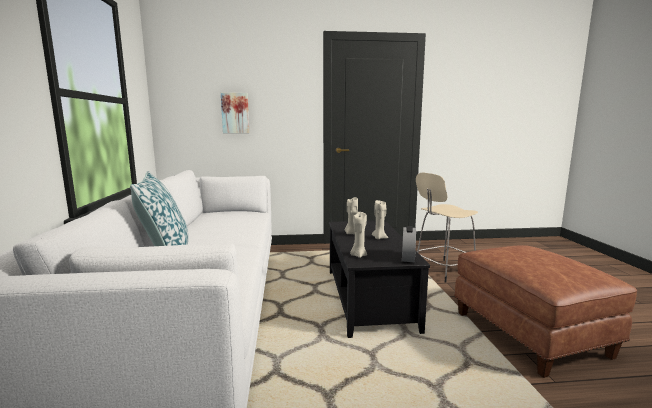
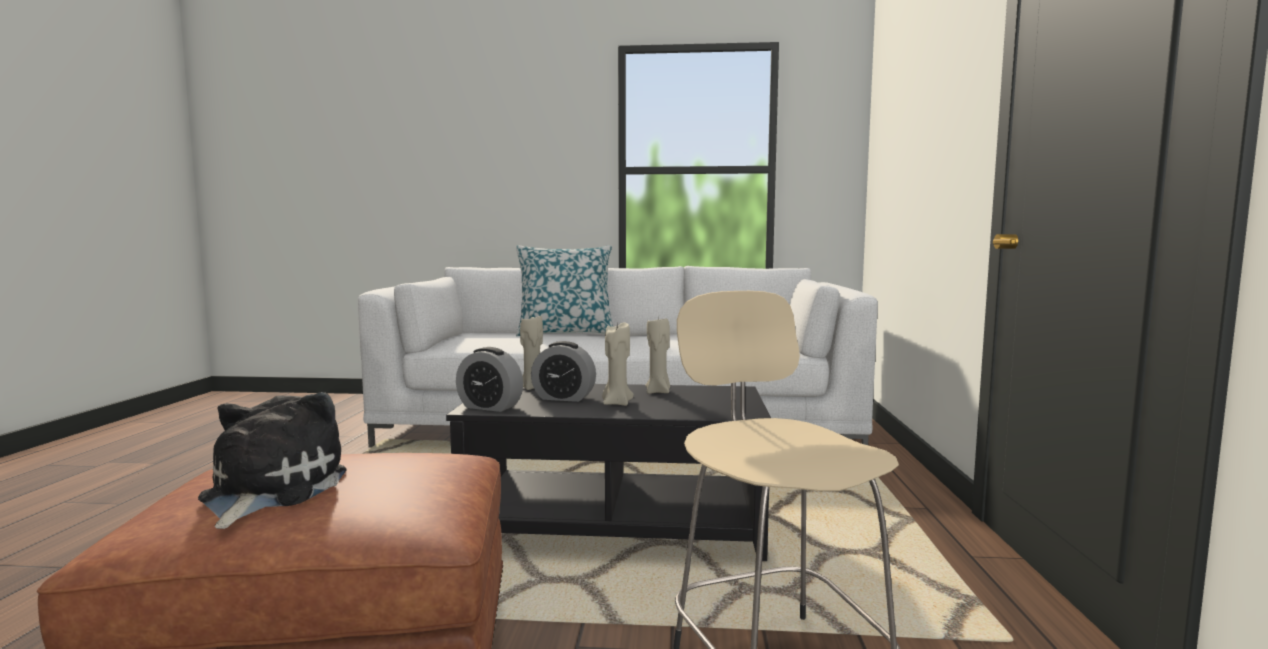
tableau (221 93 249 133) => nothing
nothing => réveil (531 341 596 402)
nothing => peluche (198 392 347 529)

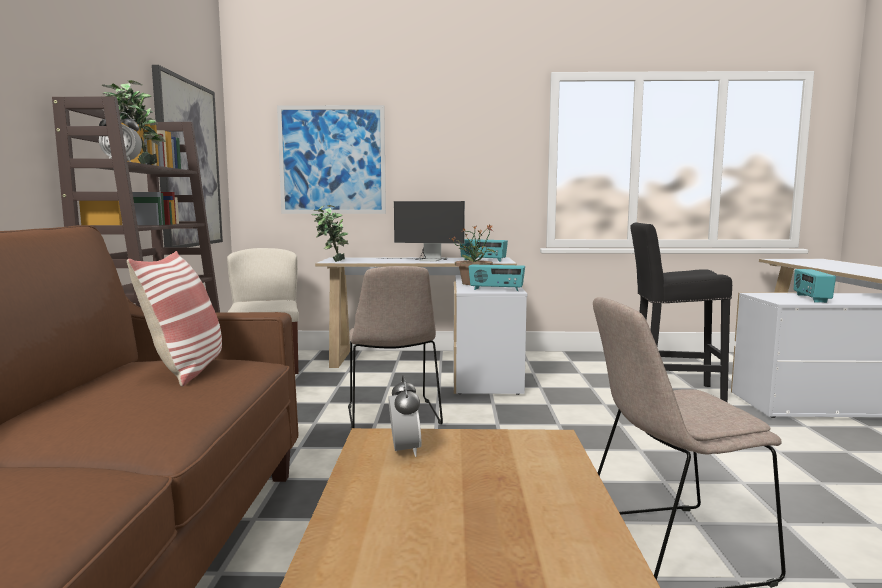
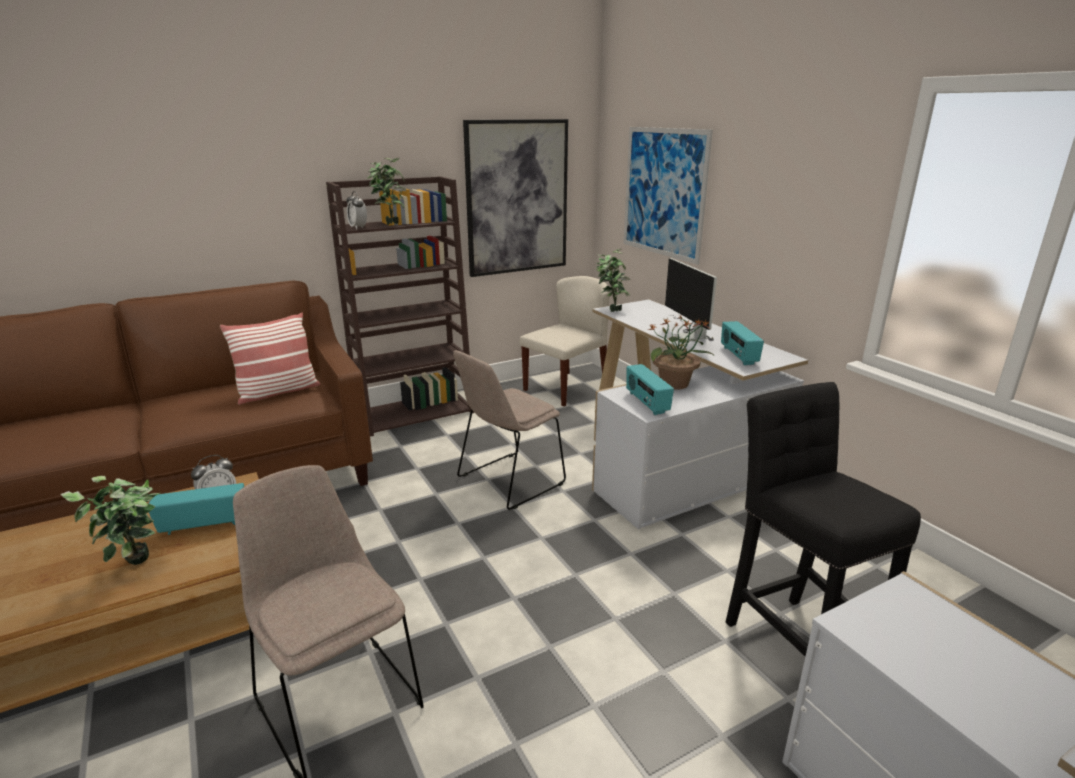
radio (794 269 836 303) => radio (149 483 244 535), move
nothing => plante en pot (60 476 160 565)

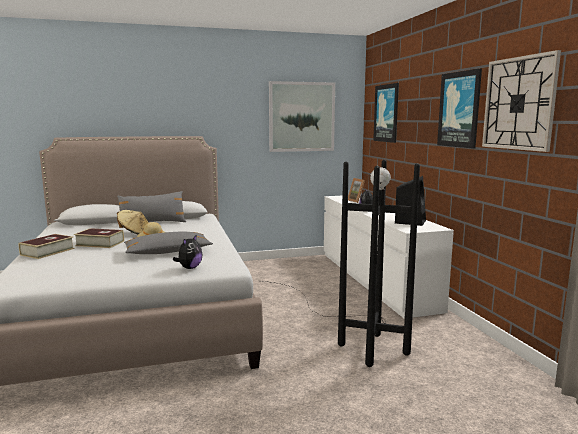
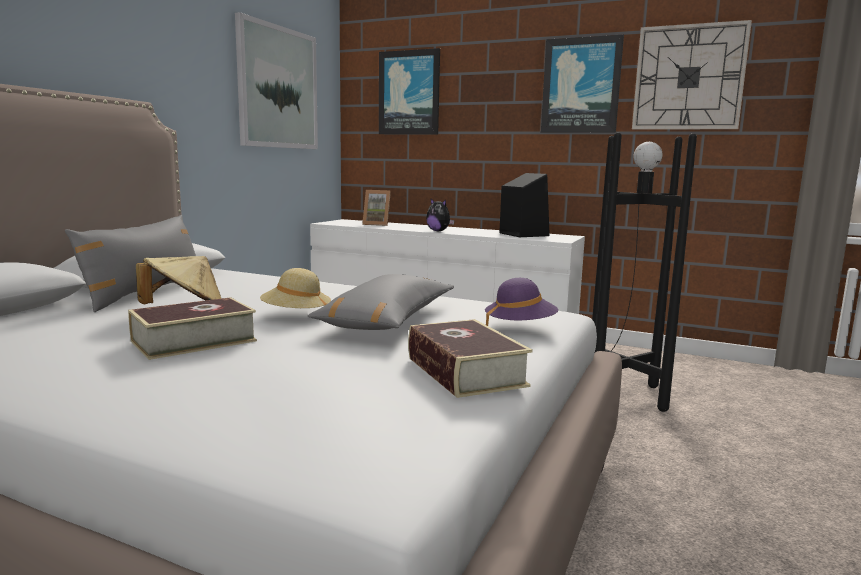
livre (19 234 75 259) => livre (408 319 533 398), move
peluche (173 234 203 269) => chapeau/violet (485 278 558 326)

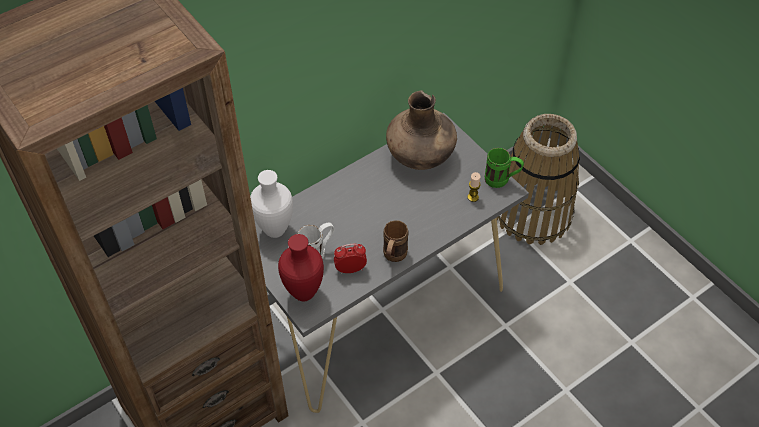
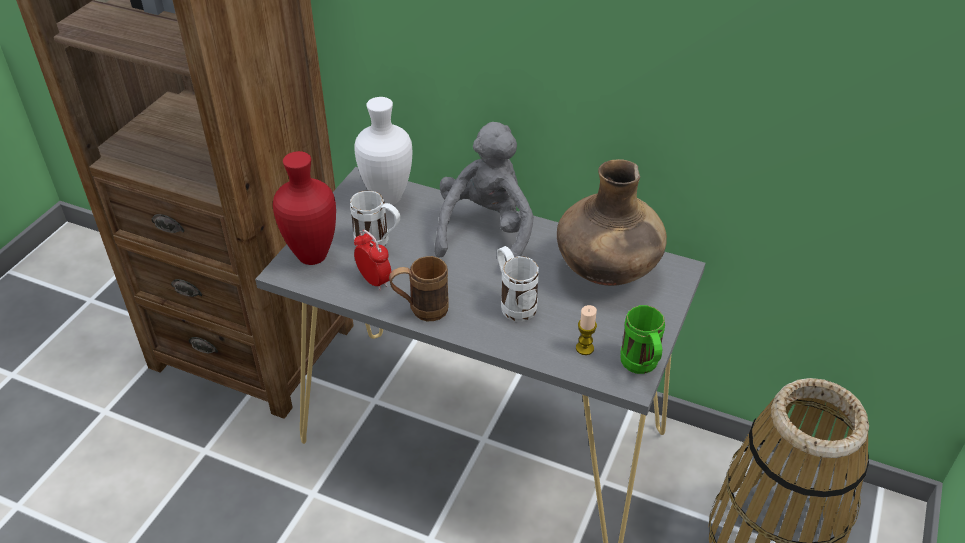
nothing => peluche/gris (434 122 534 261)
nothing => mug/blanc (497 246 539 322)

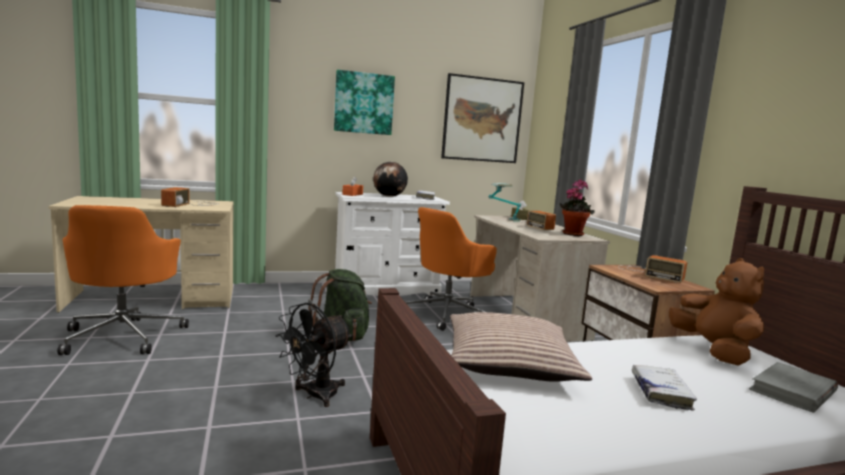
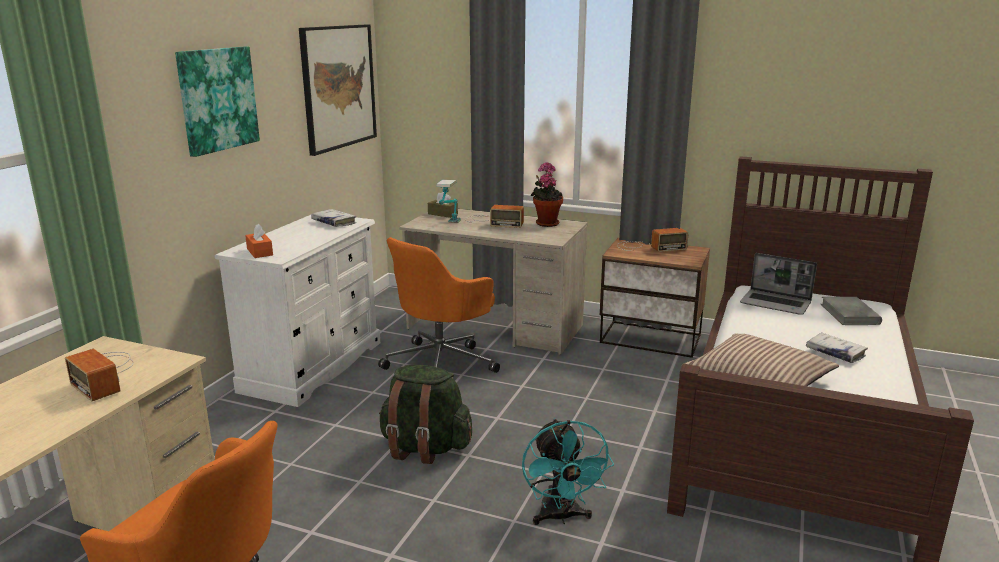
globe (373 162 408 197) => nothing
chaise de bureau/orange (406 207 497 331) => chaise de bureau/orange (378 237 500 373), 45 degrees clockwise
peluche/marron (669 258 764 366) => ordinateur portable (740 253 817 315)
ventilateur/noir (275 303 352 407) => ventilateur/turquoise (522 418 614 525)

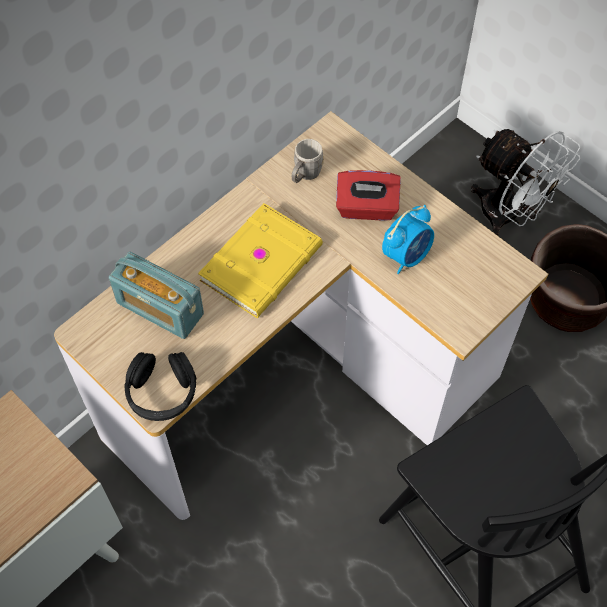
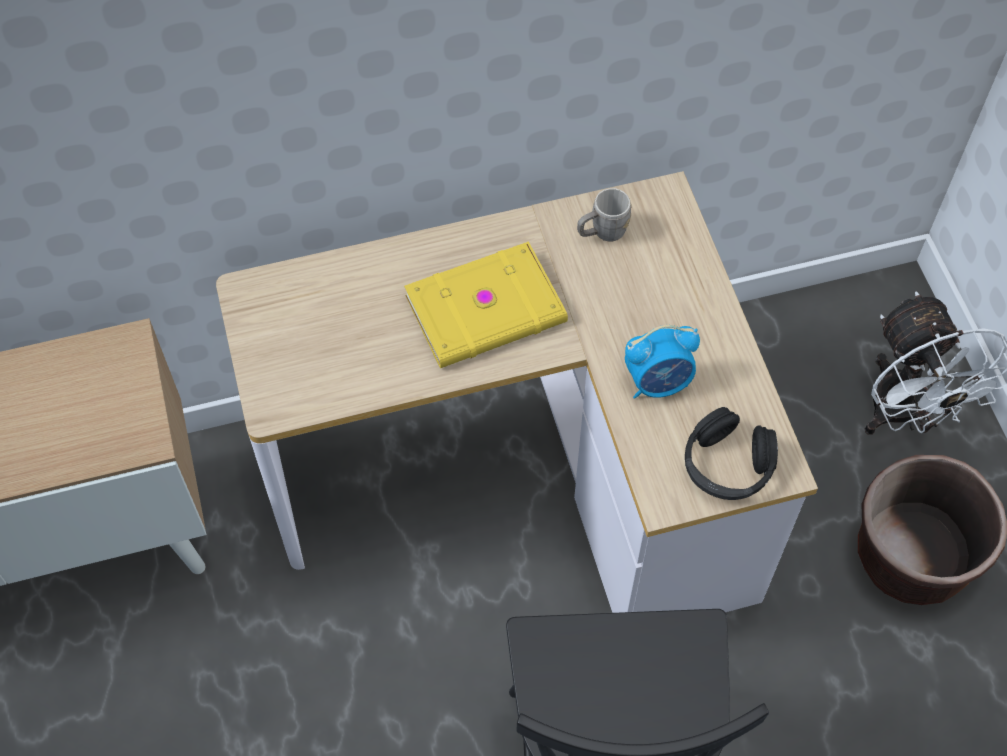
boîte à mouchoirs/rouge (336 170 401 221) => nothing
radio (109 252 204 339) => nothing
casque audio/noir (125 352 197 421) => casque audio/noir (685 407 778 500), move

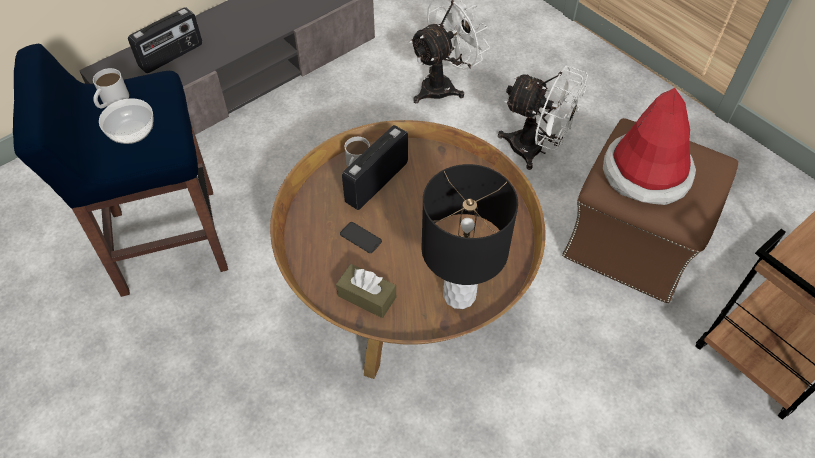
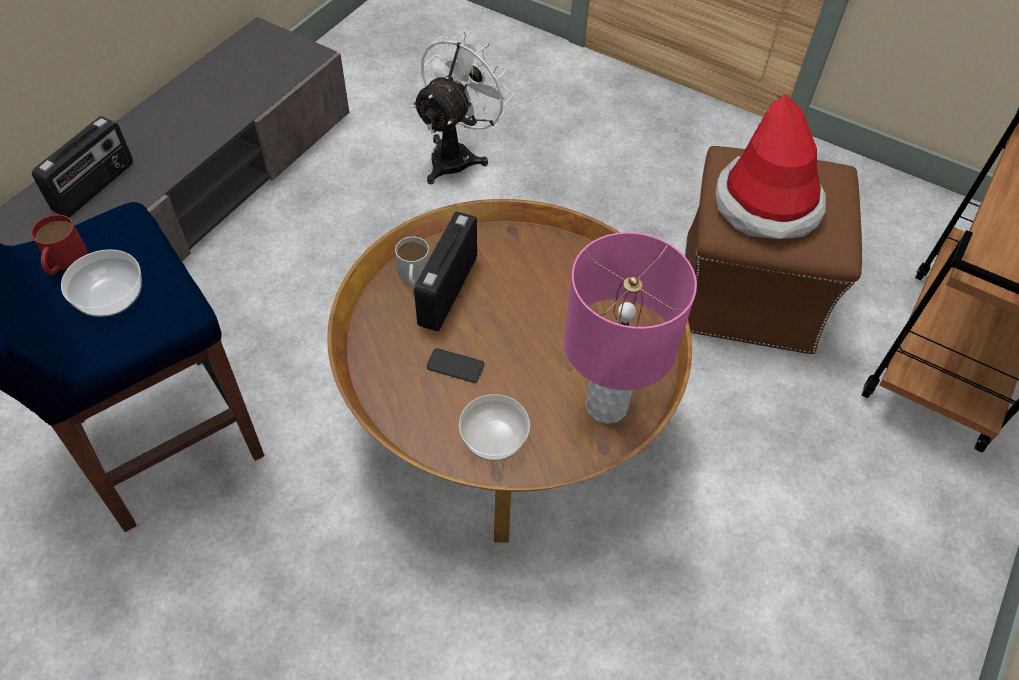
ventilateur/blanc (498 65 588 170) => nothing
mug/blanc (93 68 129 108) => mug/rouge (31 215 87 275)
lampe de table/noir (421 164 518 309) => lampe de table/rose (564 232 697 424)
boîte à mouchoirs/marron (336 264 396 318) => bol (459 394 530 461)

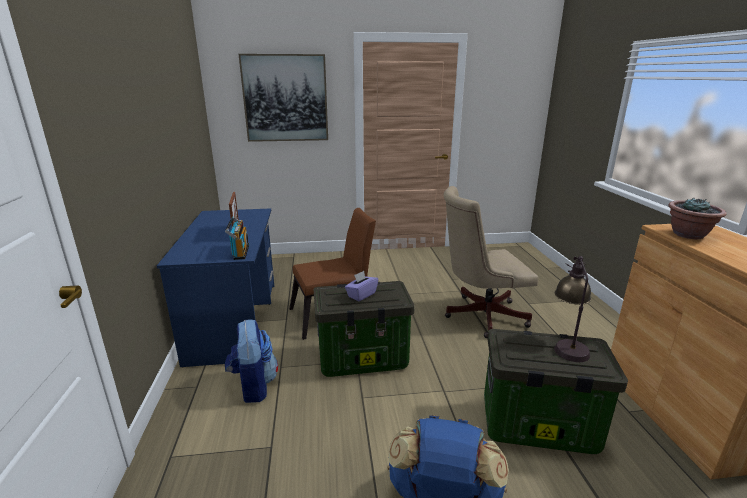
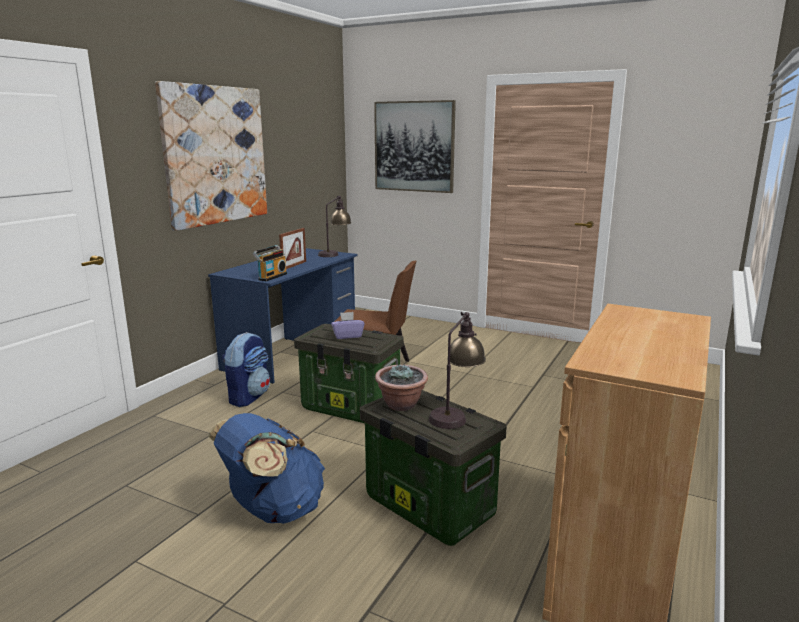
chaise de bureau/beige (444 186 538 338) => nothing
plante en pot (669 198 727 239) => plante en pot (375 364 428 411), move
nothing => tableau (155 81 267 231)
nothing => lampe de table (318 196 352 257)

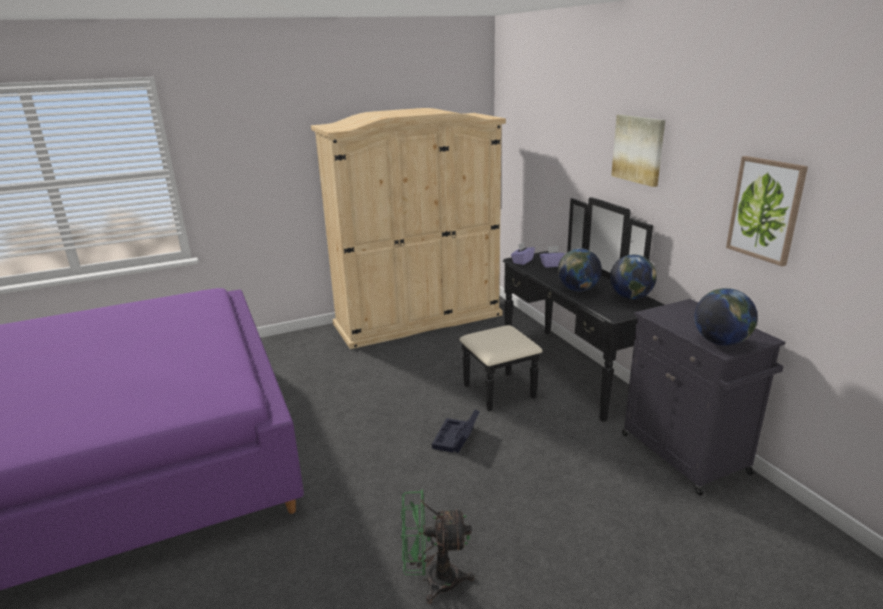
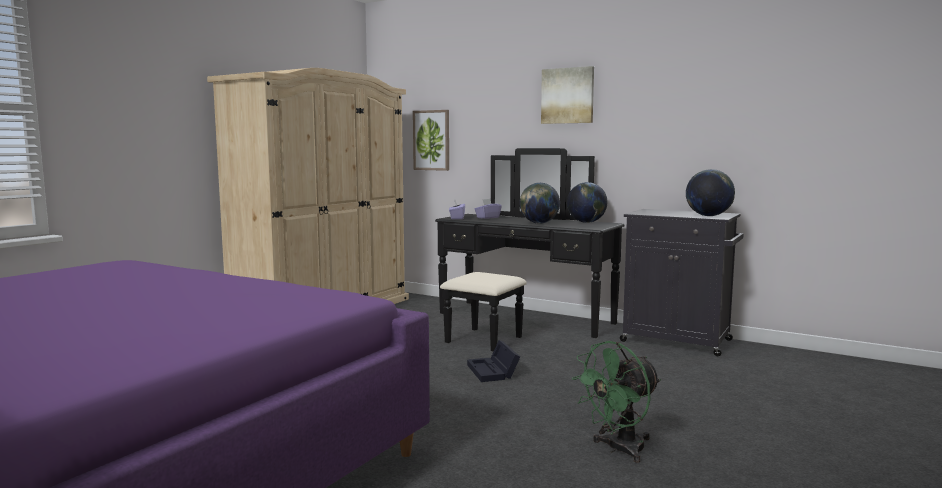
tableau (726 156 808 266) => tableau (413 110 449 171), move

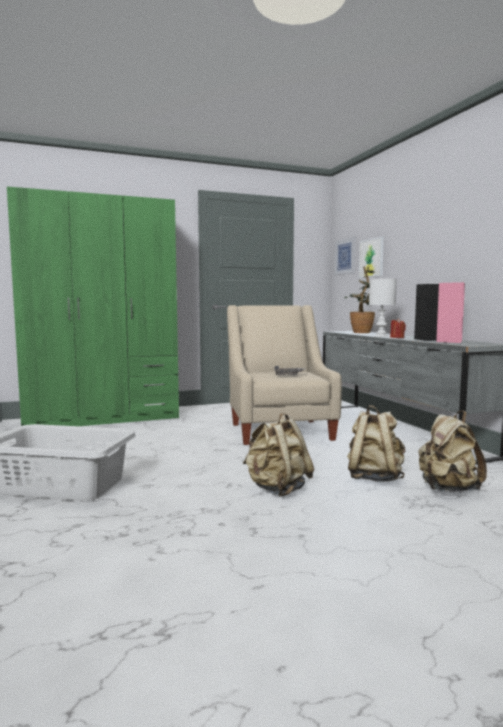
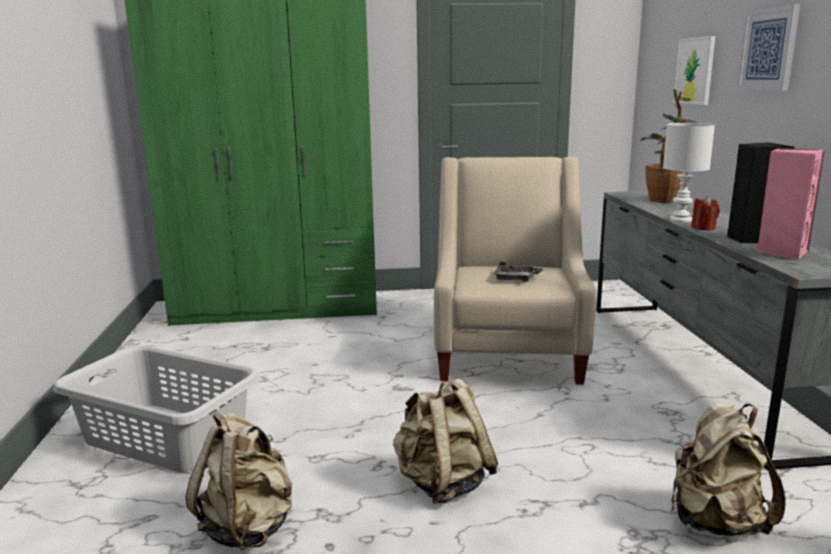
tableau (334 237 356 275) => tableau (737 4 800 91), move
sac à dos/beige (347 405 405 482) => sac à dos/beige (186 412 293 550), move

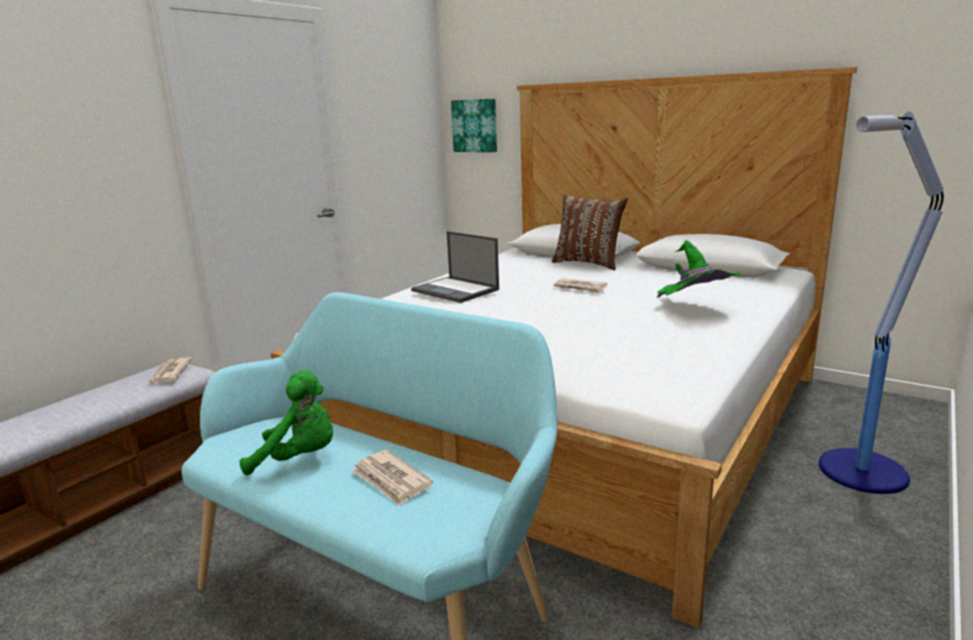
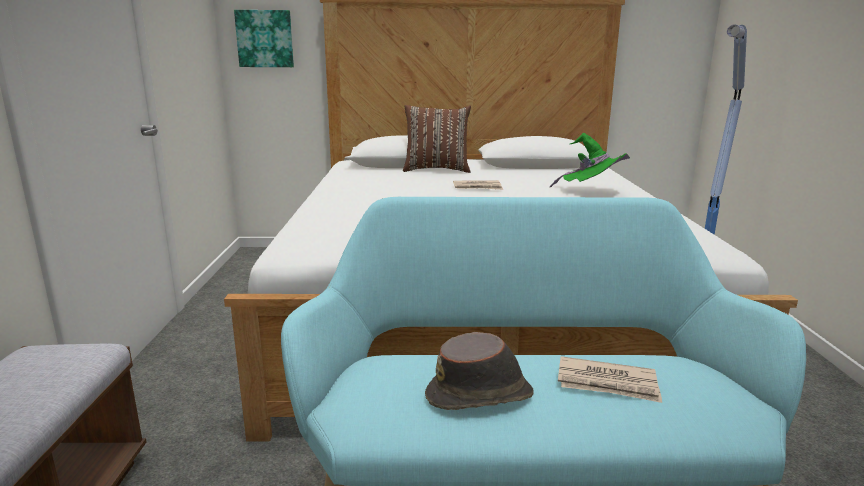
ordinateur portable (411 231 499 303) => nothing
journal (149 357 192 385) => nothing
peluche/vert (239 370 333 475) => chapeau/marron (425 332 534 410)

